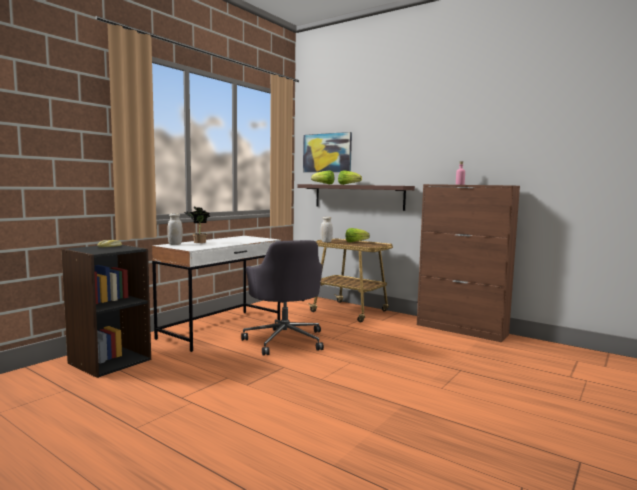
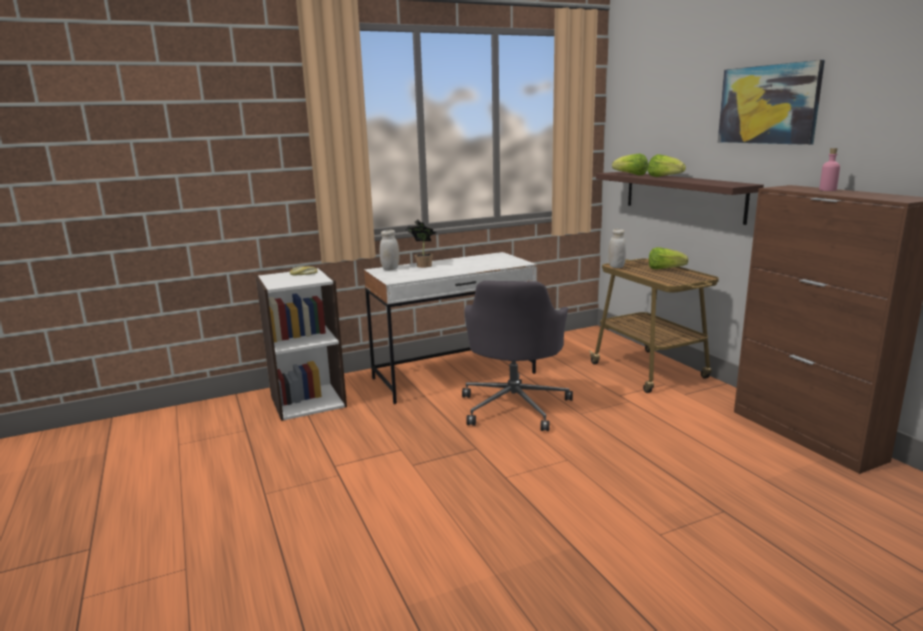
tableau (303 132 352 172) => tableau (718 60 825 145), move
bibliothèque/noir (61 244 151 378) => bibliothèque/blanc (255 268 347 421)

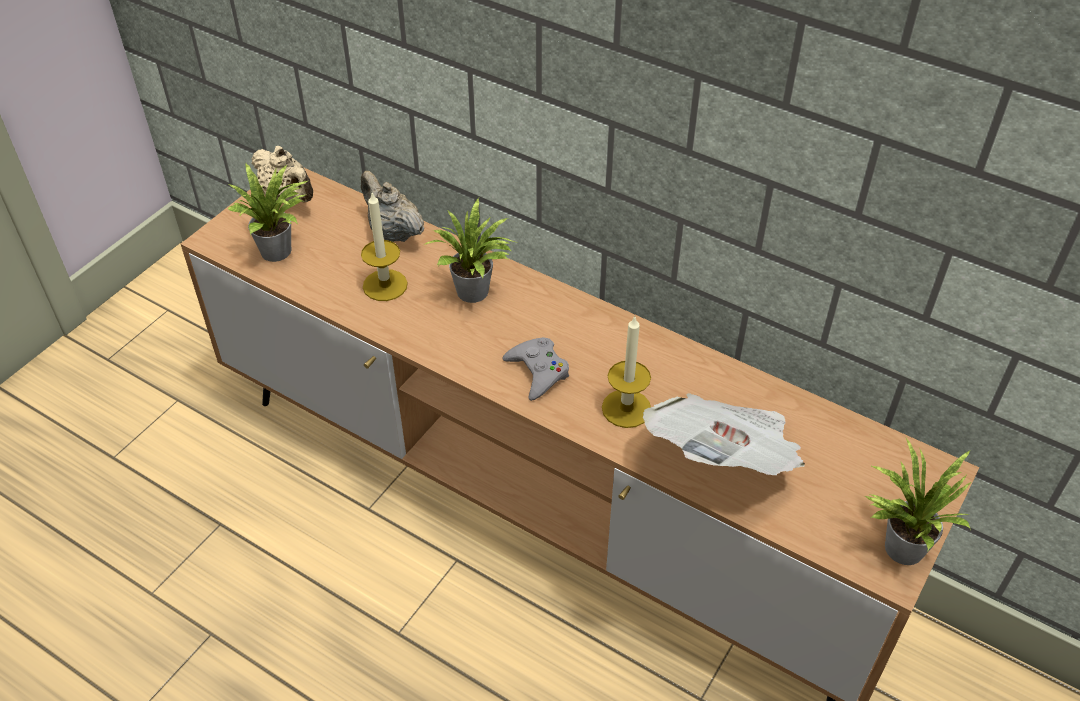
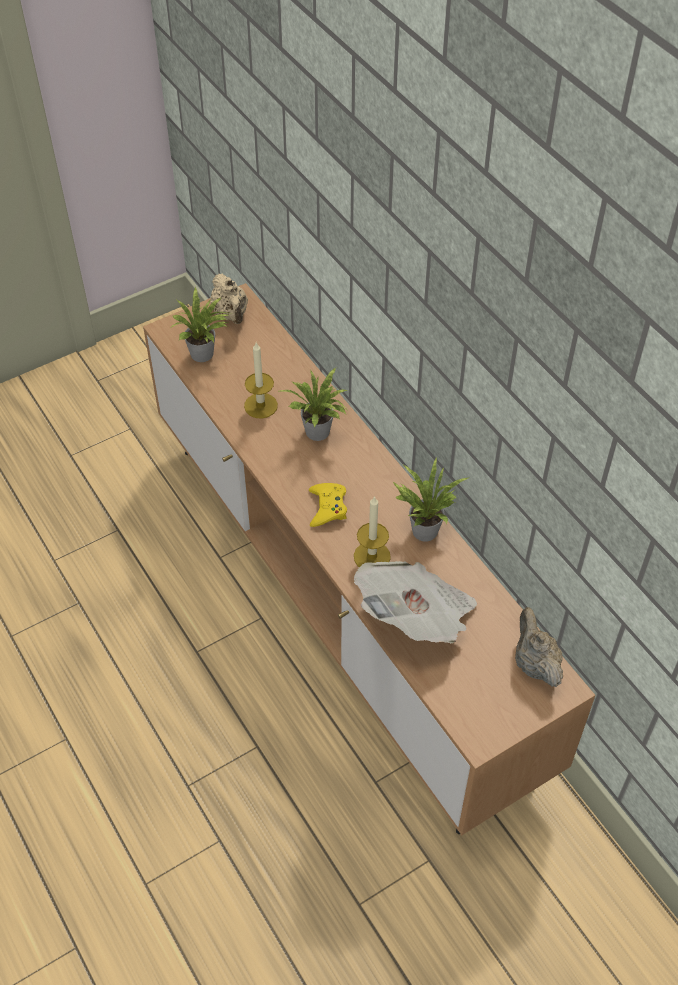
théière/beige (361 171 425 242) => théière/beige (515 607 563 687), move
manette/gris (503 337 569 401) => manette/jaune (309 483 347 527)
plante en pot (865 438 972 565) => plante en pot (392 458 468 542), move

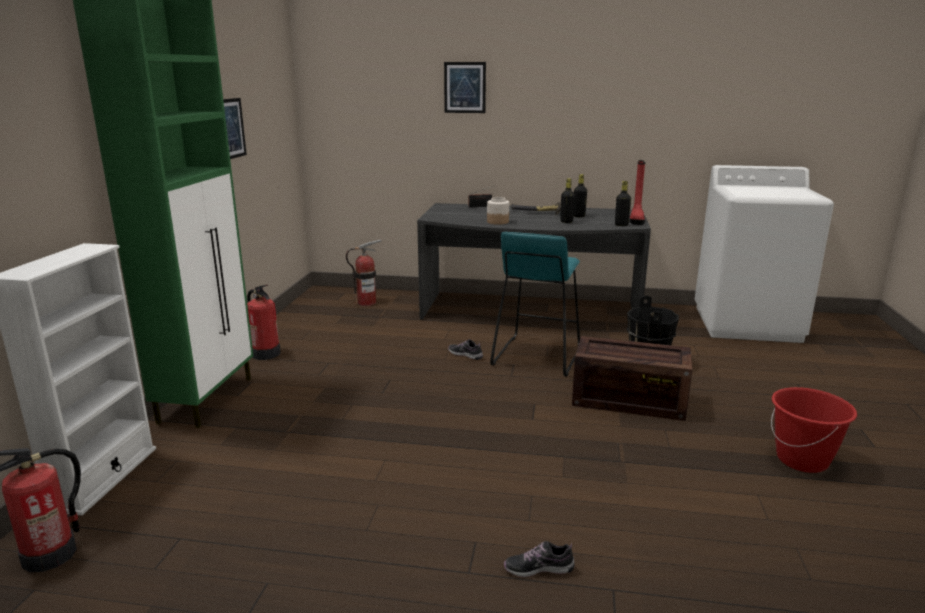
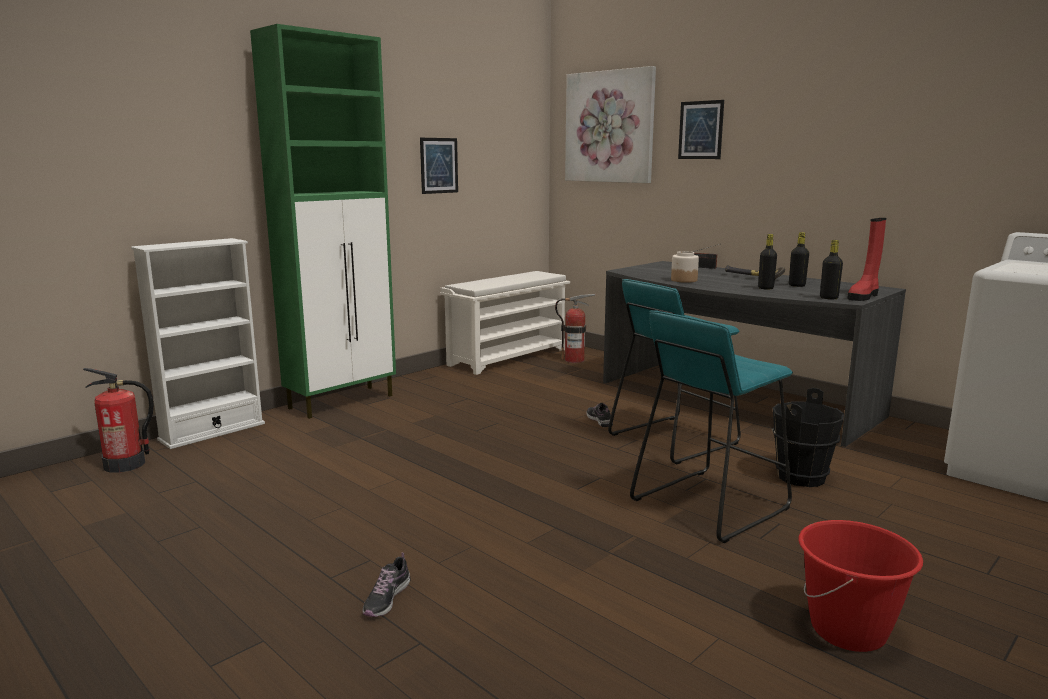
extincteur (247 285 281 360) => nothing
caisse (572 336 692 421) => tabouret/turquoise (630 310 793 543)
chaussure (504 541 575 577) => chaussure (362 553 410 617), 105 degrees counterclockwise
nothing => tableau (565 66 656 183)
nothing => étagère à chaussures/blanc (440 271 570 375)

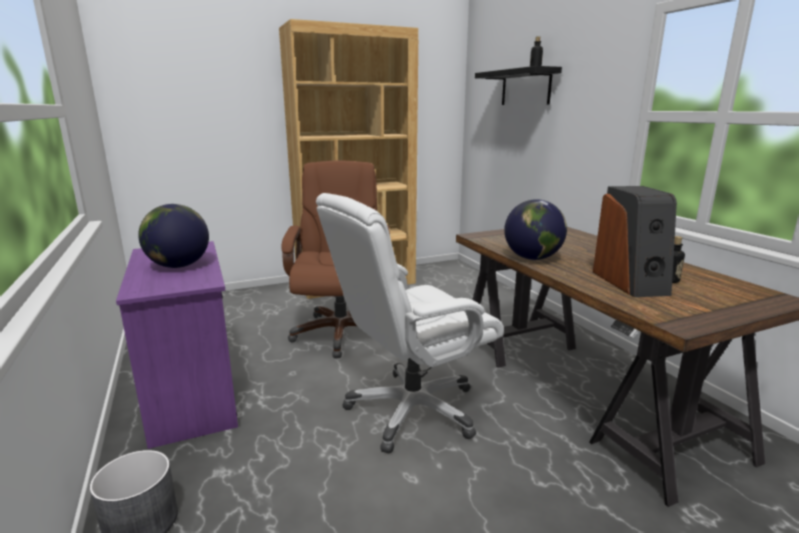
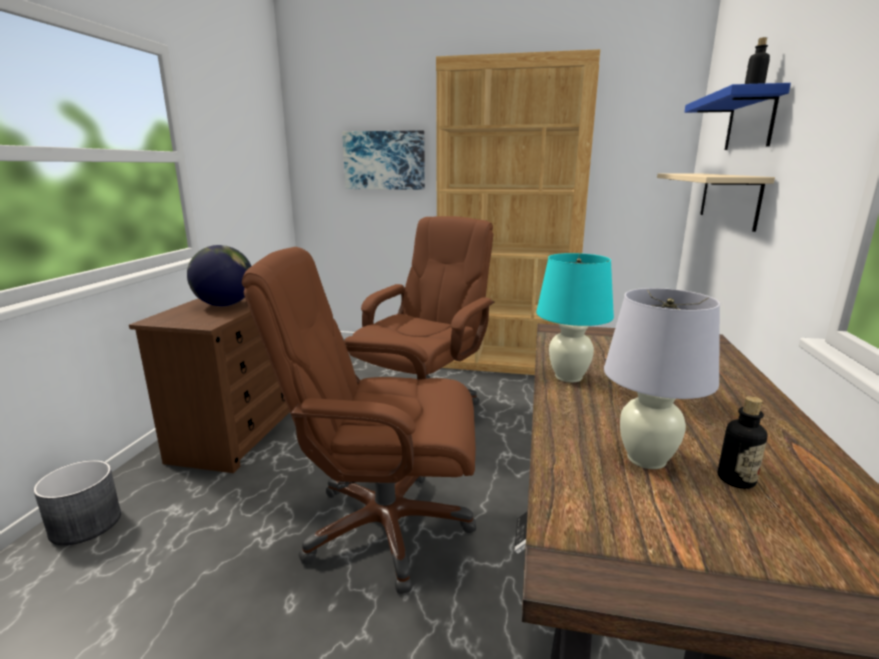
étagère/noir (475 66 562 105) => étagère/bleu (684 83 791 150)
enceinte (593 186 677 297) => lampe de table/blanc (604 288 720 469)
chaise de bureau/blanc (316 193 504 453) => chaise de bureau/marron (242 247 476 594)
globe (504 199 567 260) => lampe de table/turquoise (536 253 614 383)
commode/violet (116 241 238 449) => commode/marron (129 298 290 473)
nothing => tableau (342 130 425 190)
nothing => étagère/beige (657 173 775 232)

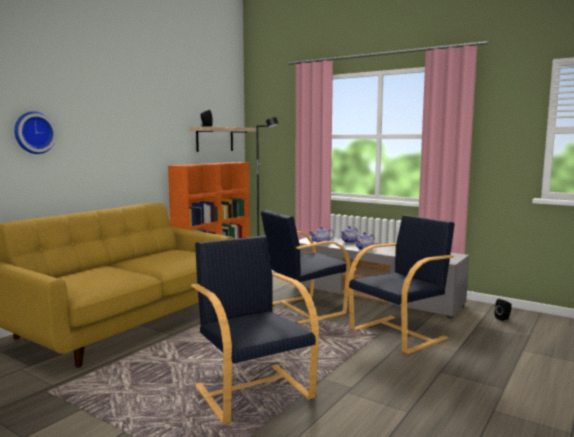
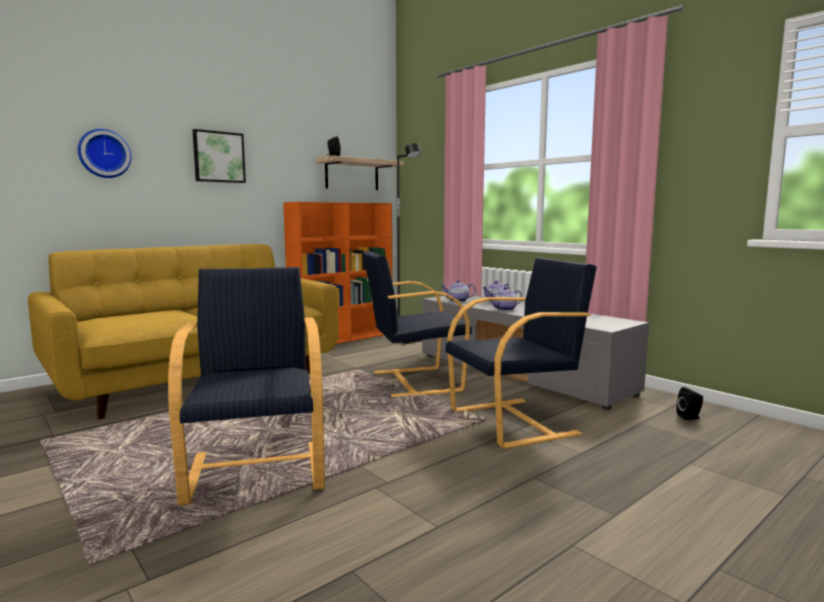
nothing => tableau (193 129 246 183)

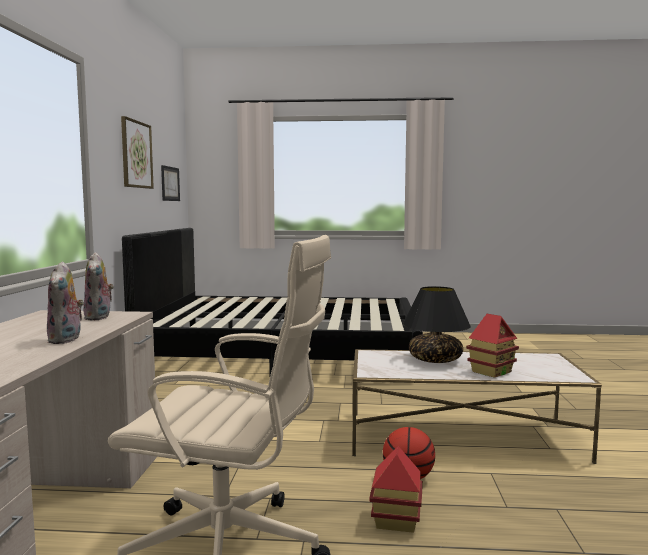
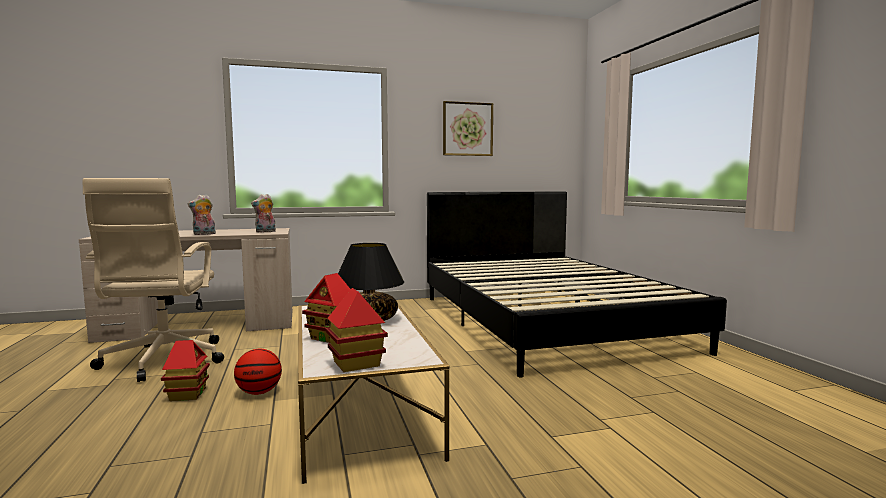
tableau (161 165 180 201) => nothing
nothing => maison miniature (325 288 388 372)

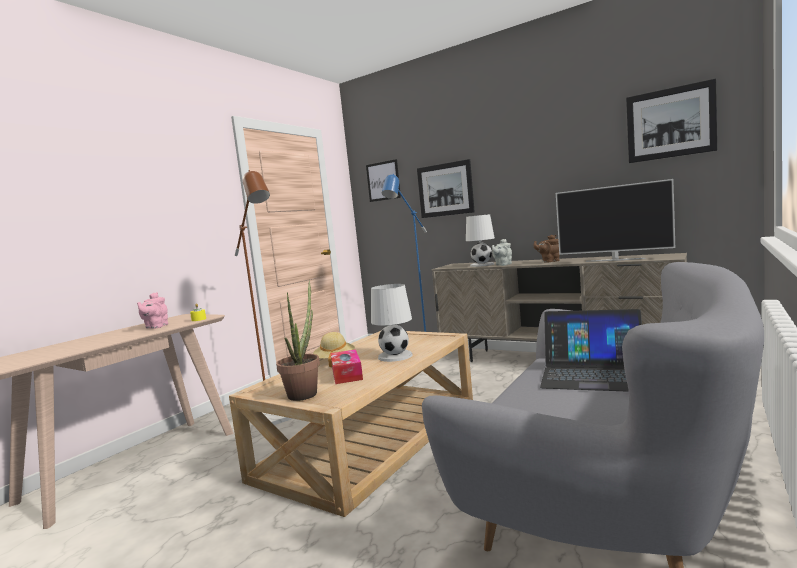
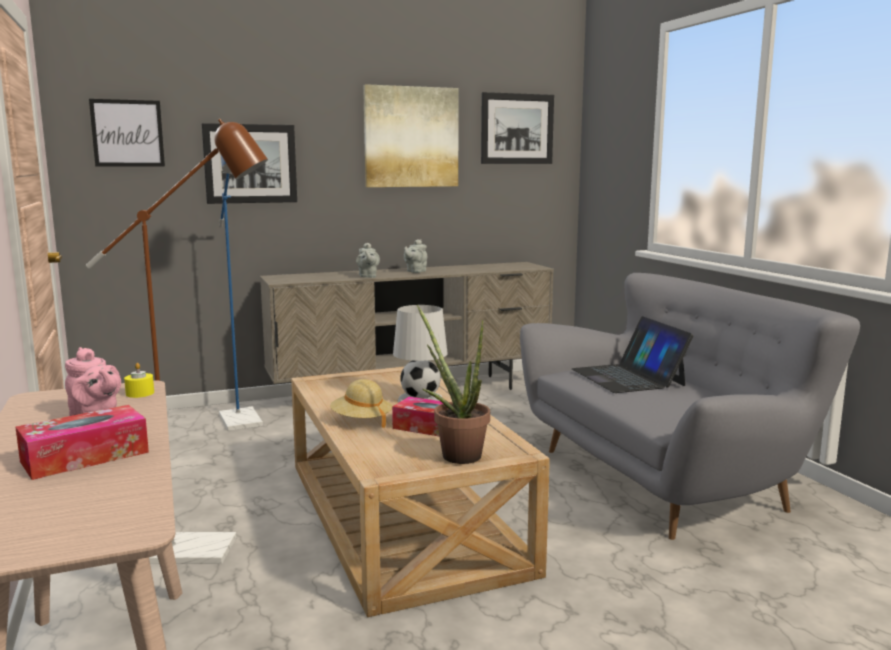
téléviseur (556 179 675 262) => nothing
lampe de table/blanc (466 214 495 267) => nothing
théière/marron (533 235 560 263) => théière/gris (404 239 427 273)
ordinateur portable (540 309 642 392) => ordinateur portable (572 316 694 393), 105 degrees clockwise
nothing => tableau (363 84 459 187)
nothing => boîte à mouchoirs (15 405 149 480)

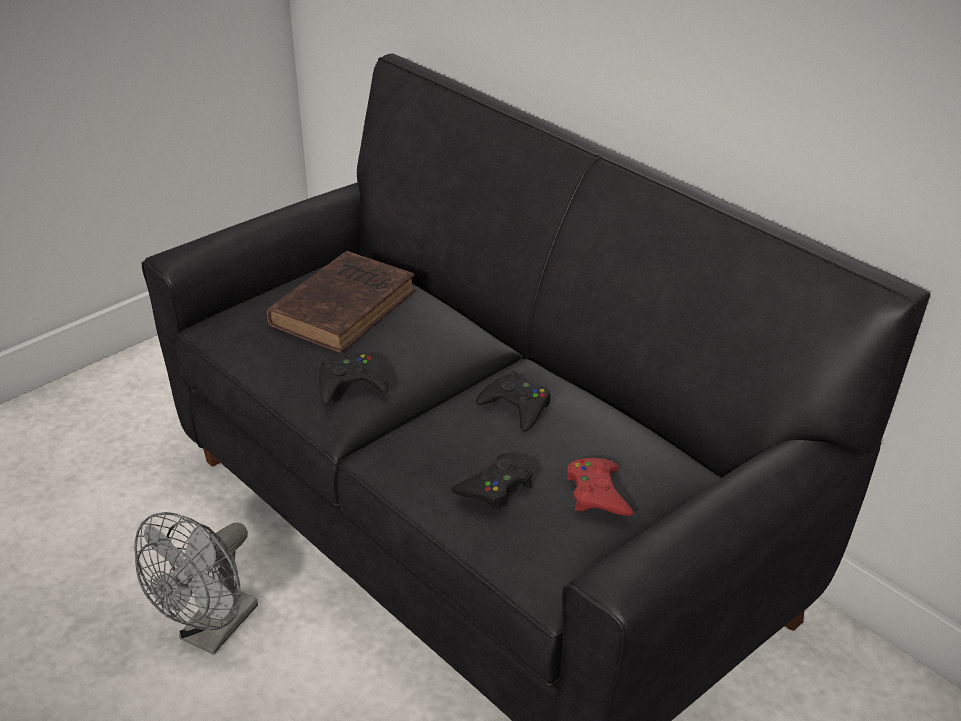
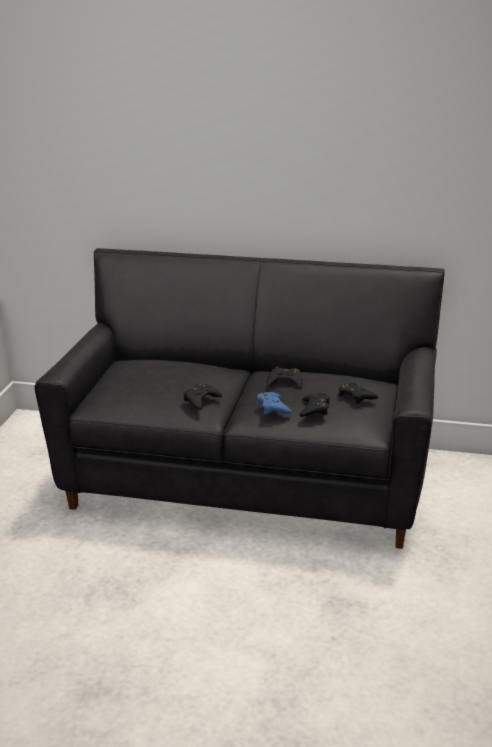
livre/marron (266 251 416 353) => nothing
manette/rouge (567 458 634 516) => manette/noir (339 382 378 404)
ventilateur/gris (134 512 258 655) => nothing
nothing => manette/bleu (257 392 292 414)

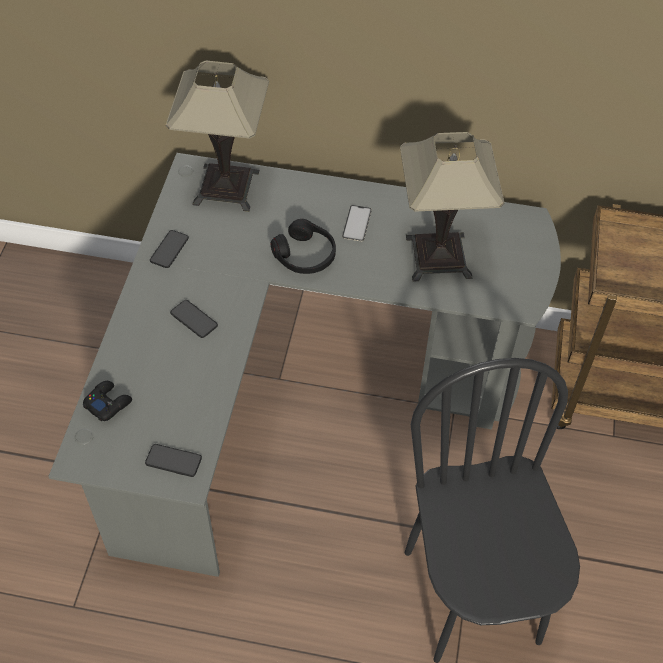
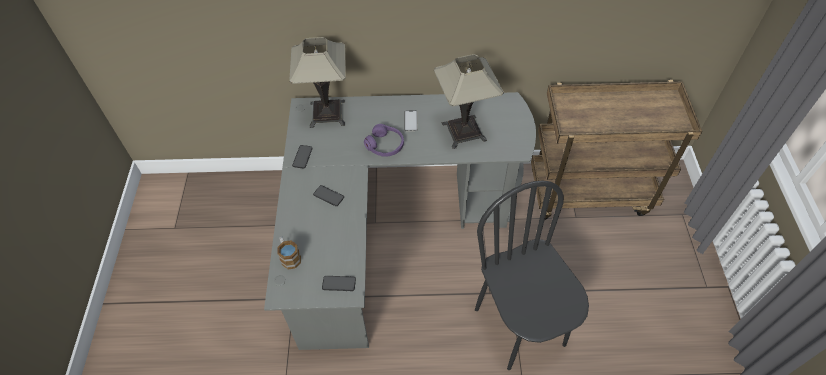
casque audio/noir (270 219 336 274) => casque audio/violet (364 124 404 157)
manette/noir (83 381 132 422) => mug (278 236 301 269)

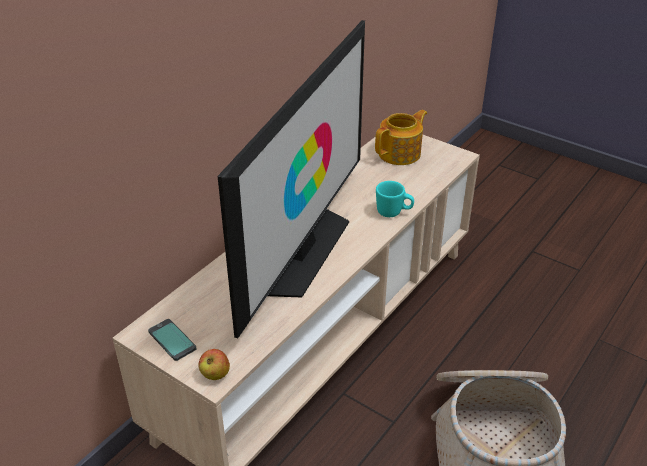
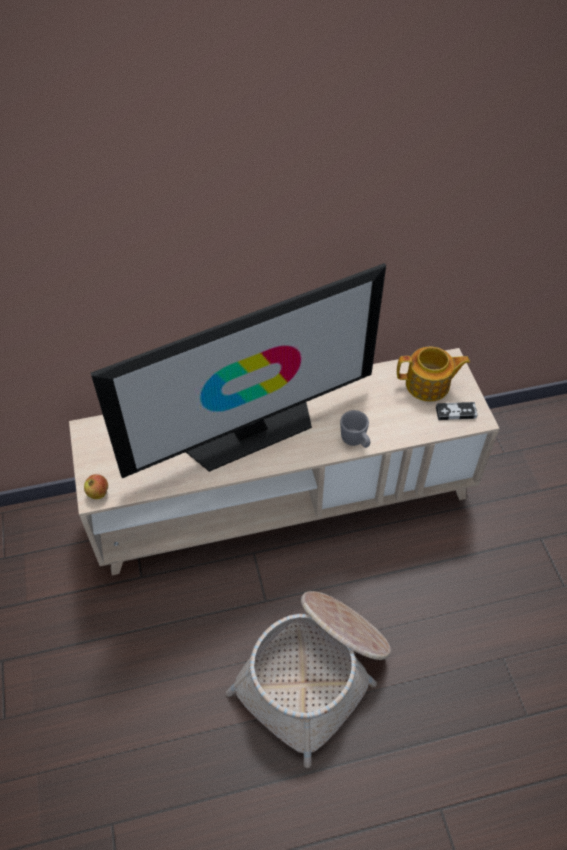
mug/turquoise (376 181 414 217) => mug/gris (340 410 370 448)
téléphone (148 319 197 361) => nothing
nothing => manette (436 402 478 420)

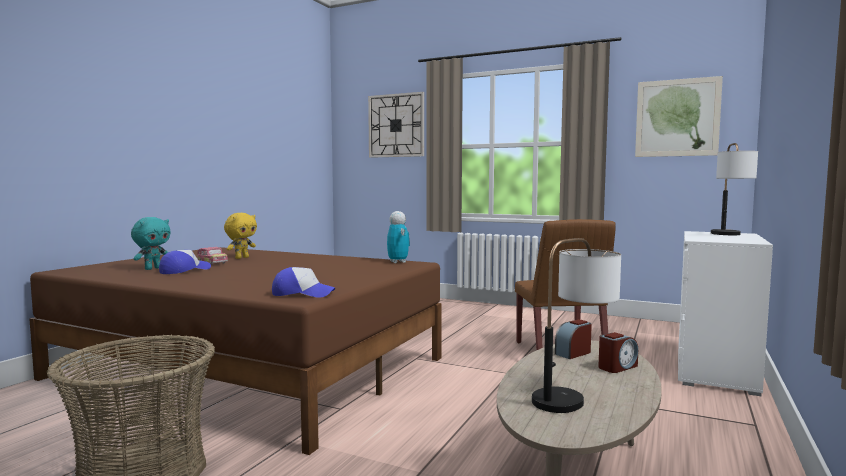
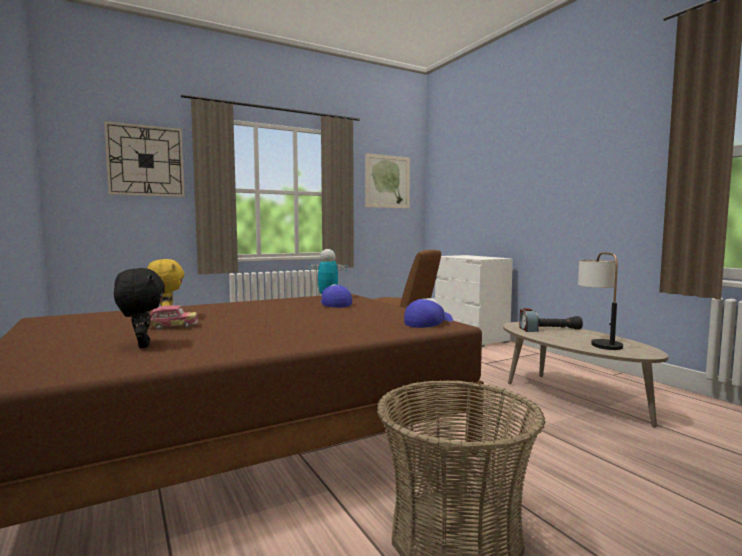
lampe de table (711 143 758 235) => nothing
peluche/turquoise (131 217 170 270) => peluche/noir (114 268 165 348)
casquette (159 250 211 274) => casquette (321 284 352 308), move
réveil (598 332 638 373) => lampe de poche/noir (539 316 583 330)

